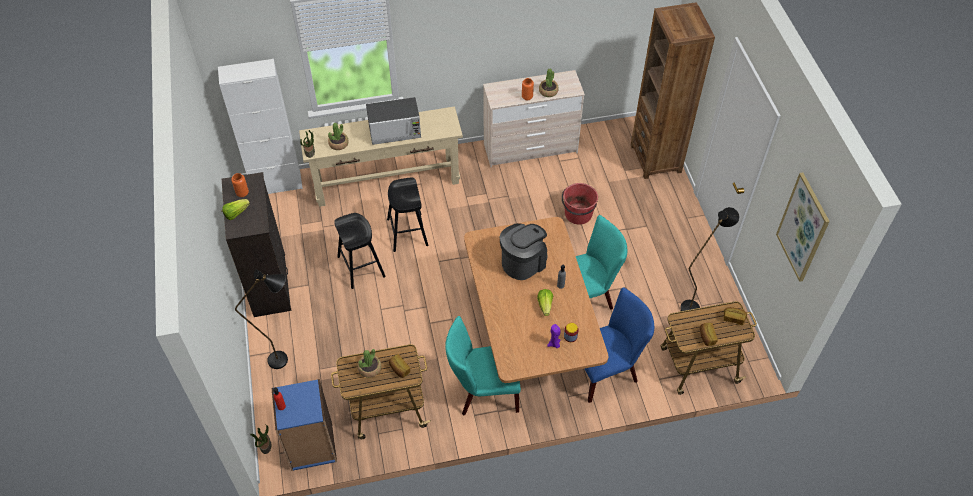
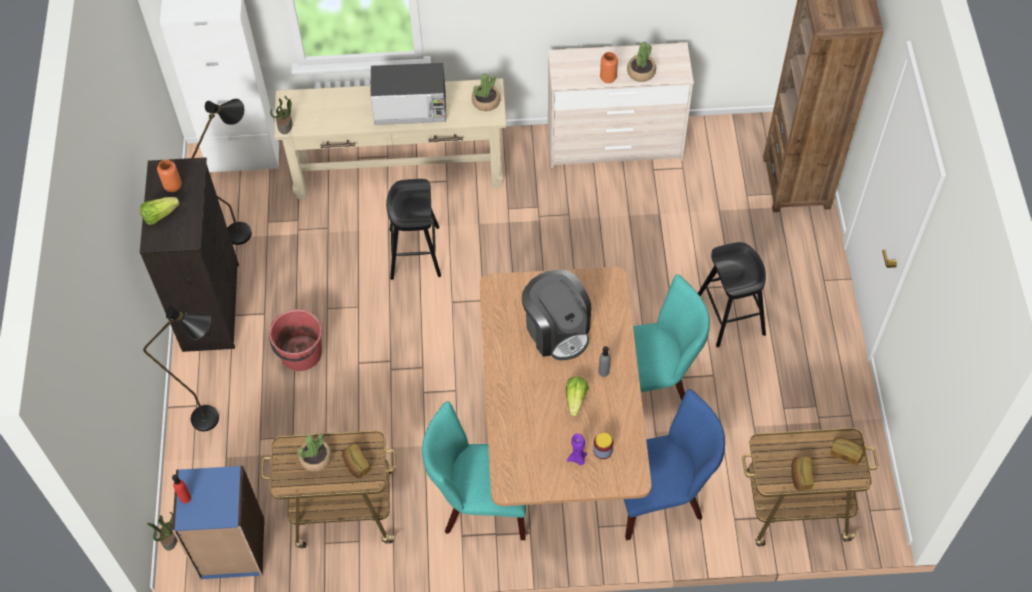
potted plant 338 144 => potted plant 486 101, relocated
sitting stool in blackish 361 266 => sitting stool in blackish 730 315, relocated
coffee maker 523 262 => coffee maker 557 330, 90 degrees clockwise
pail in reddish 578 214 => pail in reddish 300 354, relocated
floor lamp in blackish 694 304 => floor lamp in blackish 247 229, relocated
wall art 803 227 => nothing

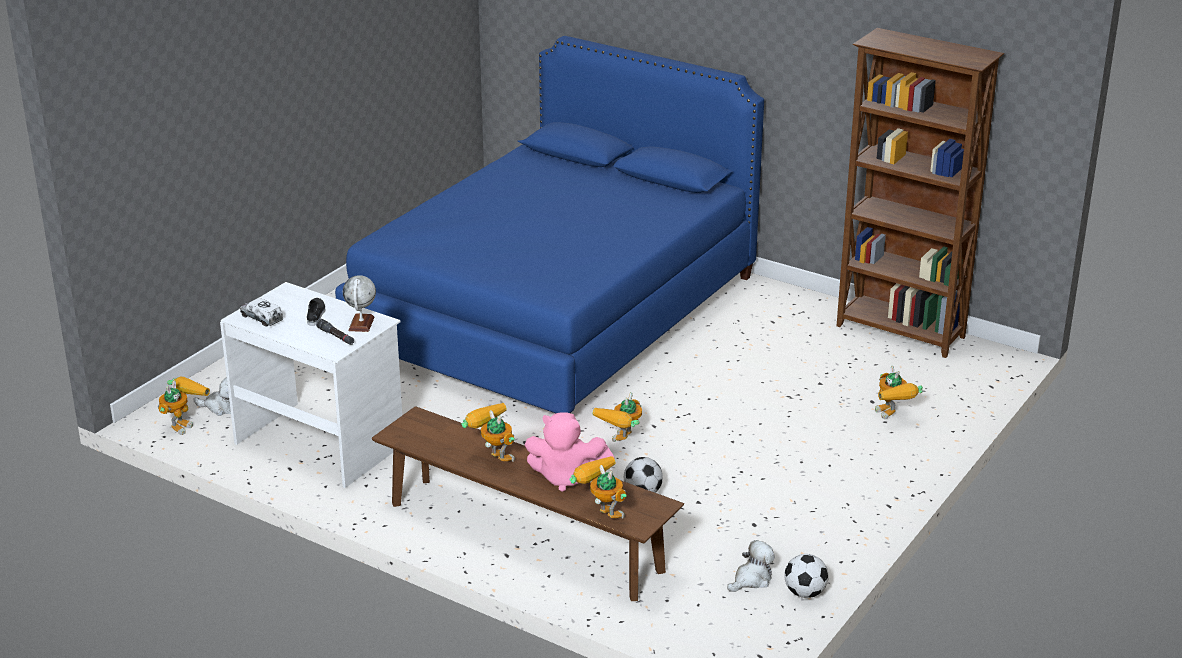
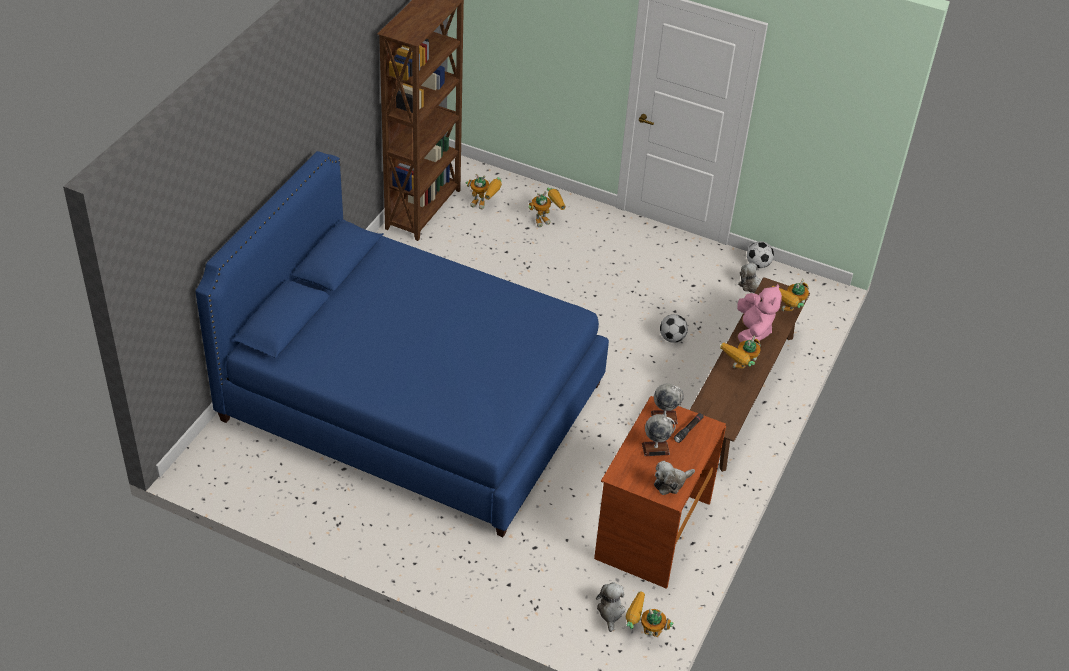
desk table in white 320 443 => desk table in brownish 651 529
model truck 261 318 => cuddly toy 671 483
low shoe in blackish 315 314 => globe 655 448
toy robot 622 443 => toy robot 484 205, relocated

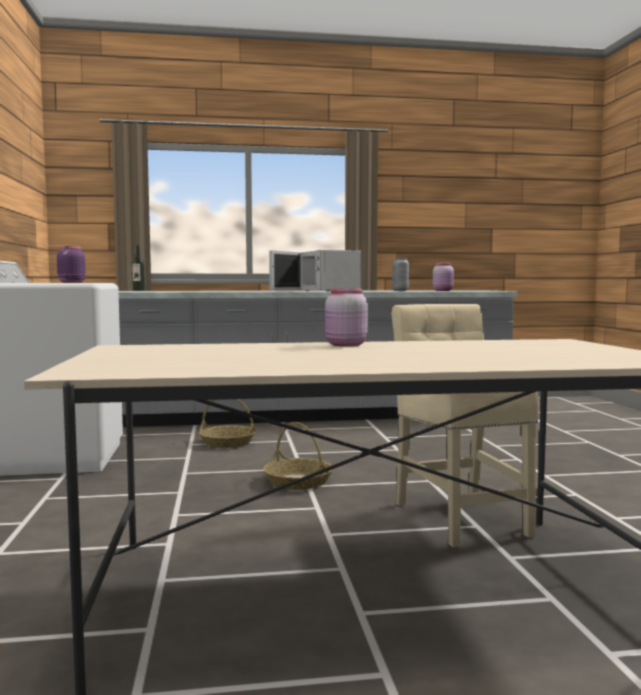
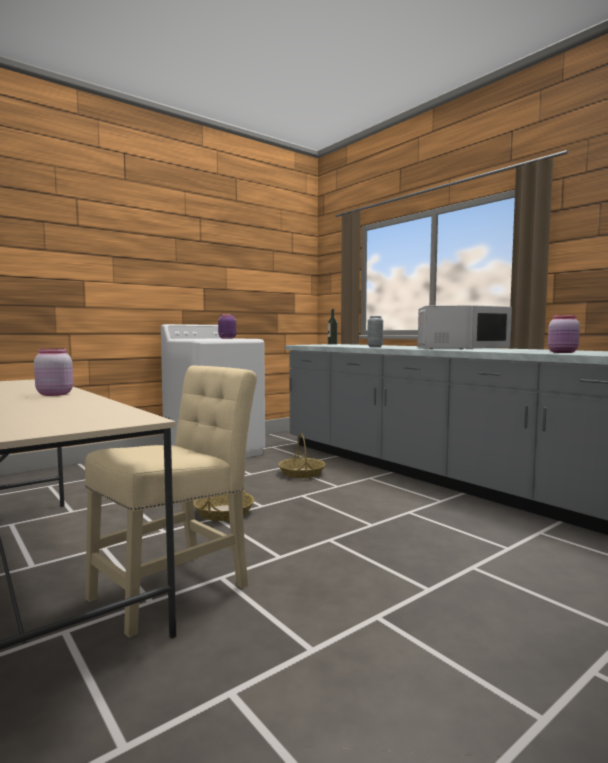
microwave in white 324 290 => microwave in white 446 348, 150 degrees clockwise
flower vase in grey 400 291 => flower vase in grey 375 347, relocated

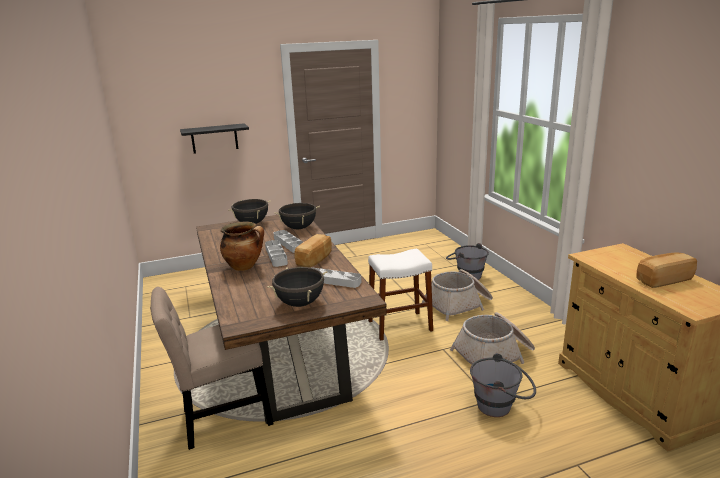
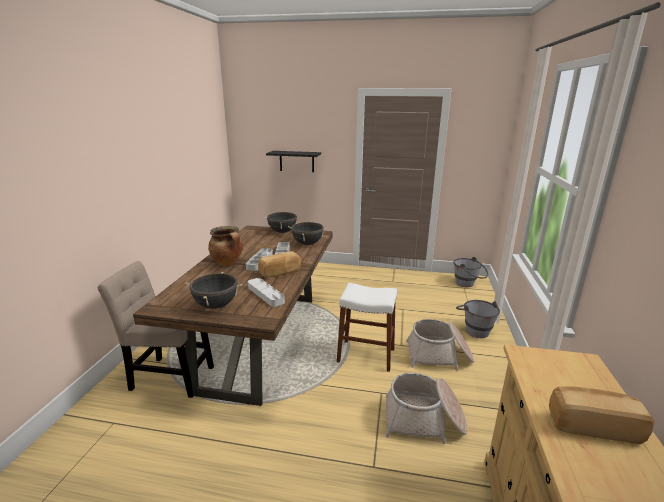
pail in grey 501 407 => pail in grey 468 284, relocated

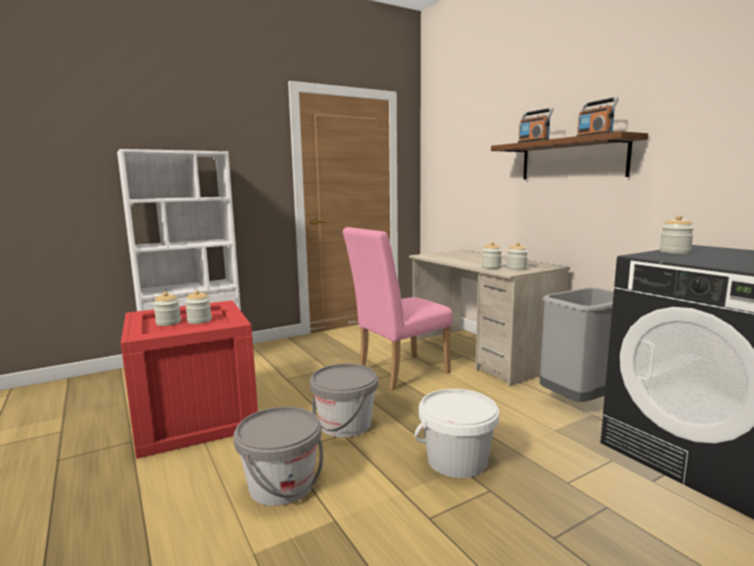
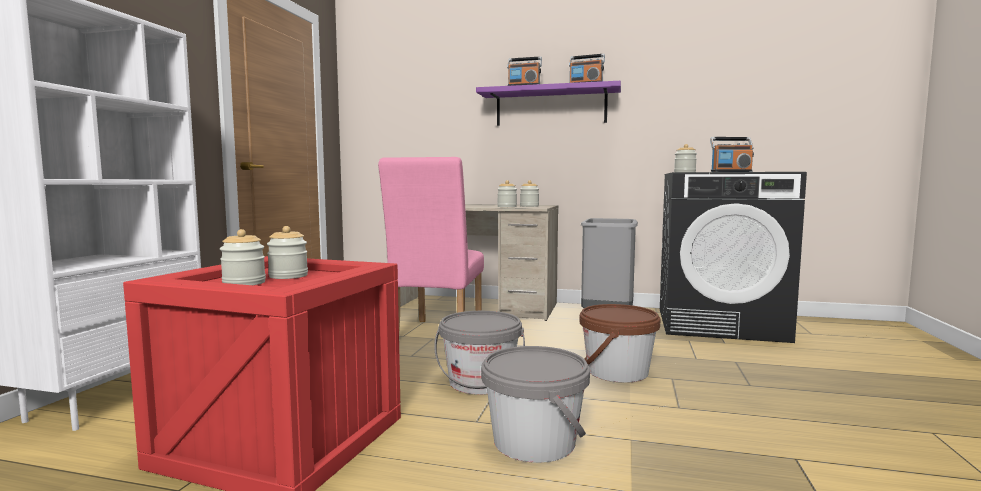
pail in white 457 460 => pail in brownish 617 371
shelf in brownish 572 159 => shelf in purple-coloured 550 107
nothing => radio 731 171

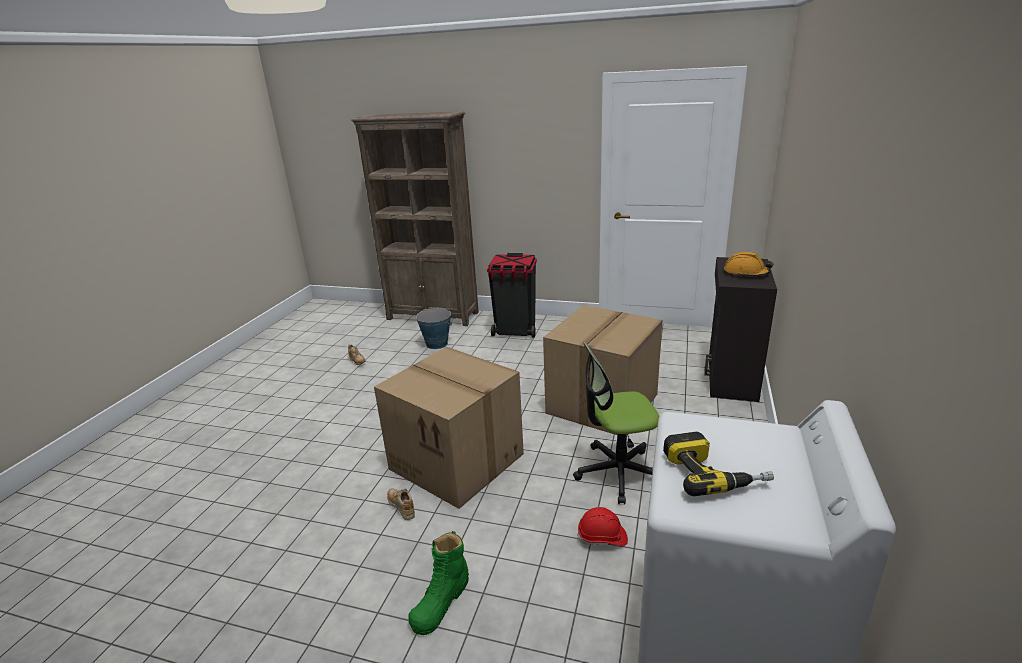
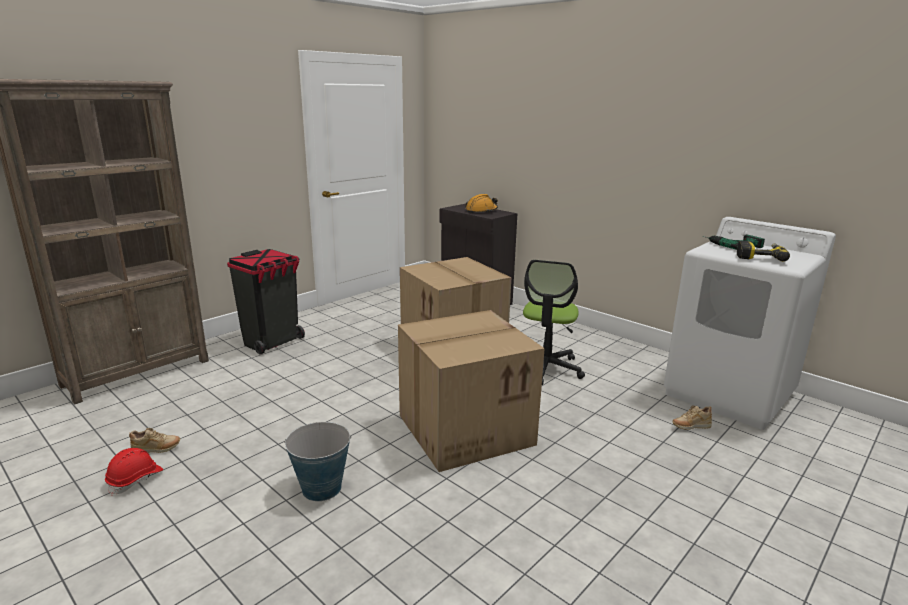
low shoe in beige-coloured 402 507 => low shoe in beige-coloured 690 427, relocated
boot in greenish 441 601 => nothing
pail 437 344 => pail 321 488, relocated
safety helmet in reddish 602 537 => safety helmet in reddish 135 479, relocated
nothing => power drill 730 244

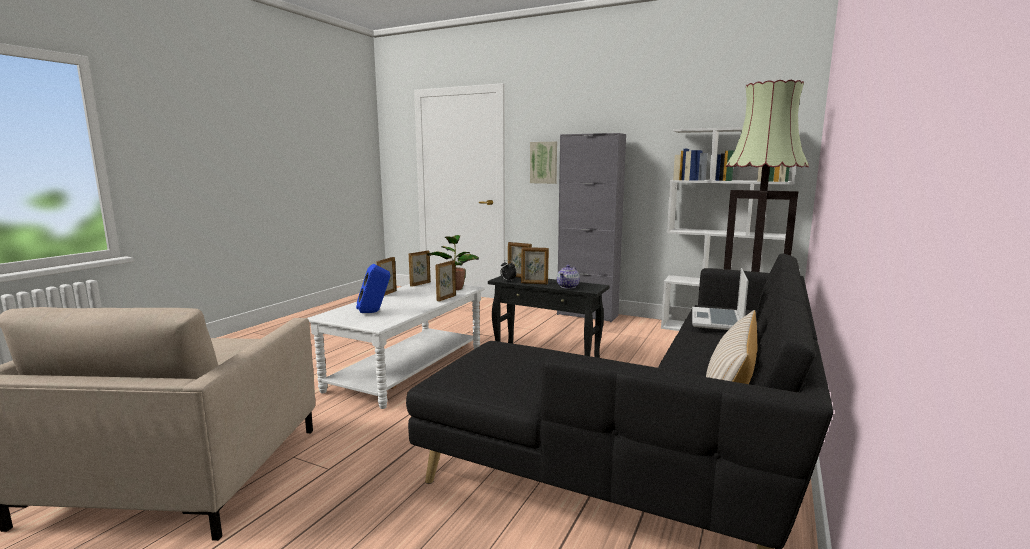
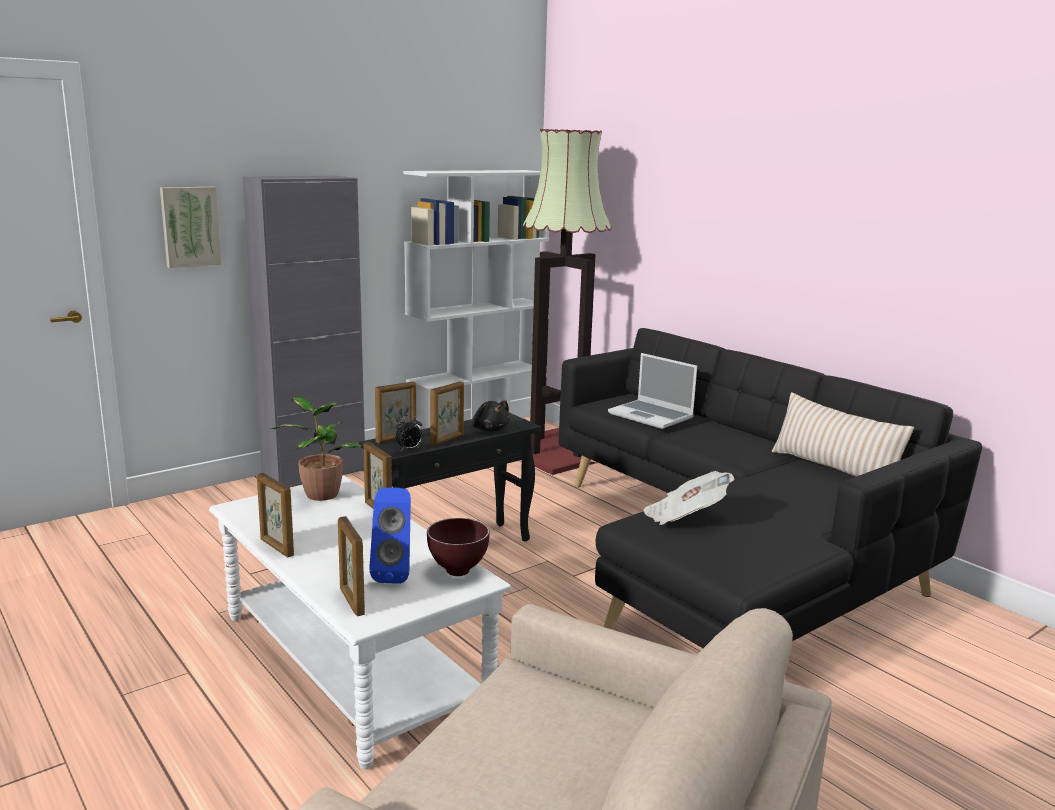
photo frame 420 284 => photo frame 351 602, relocated
tea pot 568 286 => cuddly toy in blackish 490 429
nothing => deep dish in brownish 457 571
nothing => newspaper 685 518

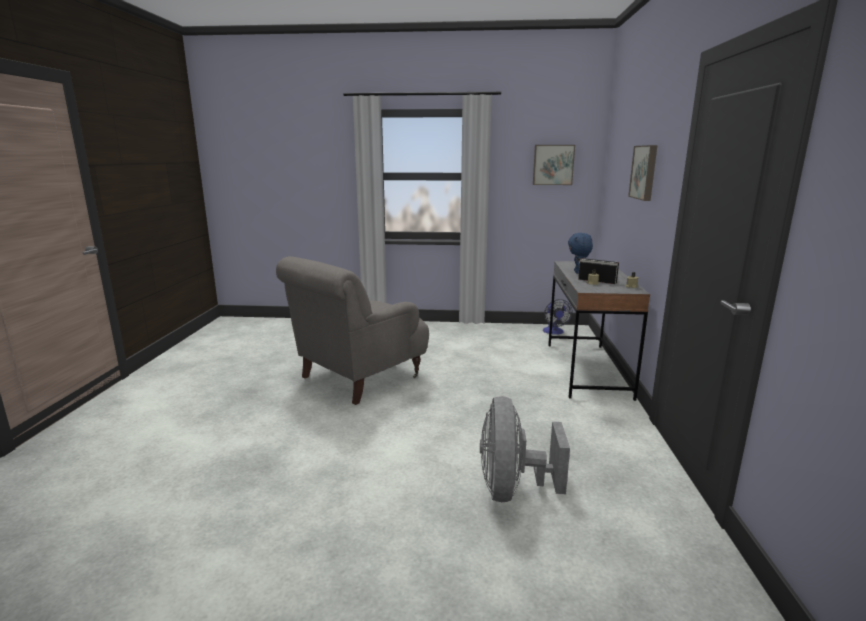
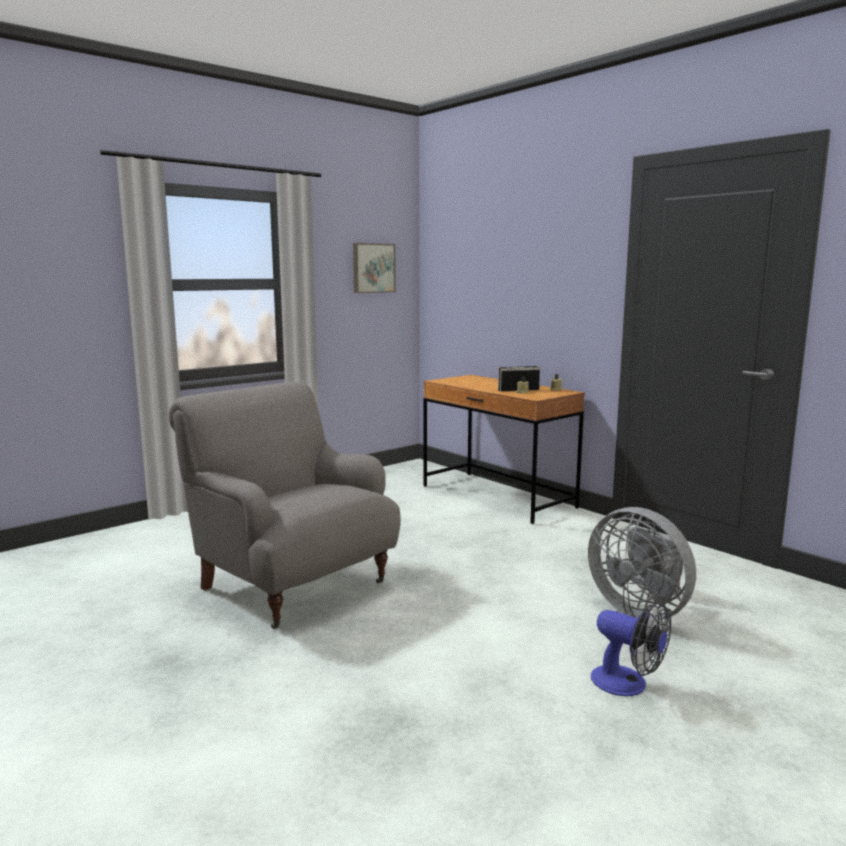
armchair in grey 358 378 => armchair in grey 291 584, 135 degrees clockwise
fan 554 332 => fan 628 684, relocated
desk table in grey 586 370 => desk table in brownish 497 496
cuddly toy in bluish 578 272 => nothing
wall art 645 172 => nothing

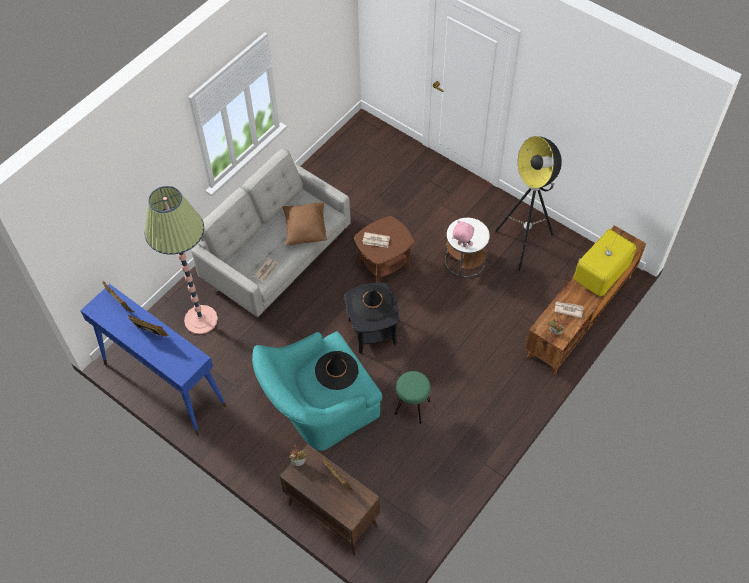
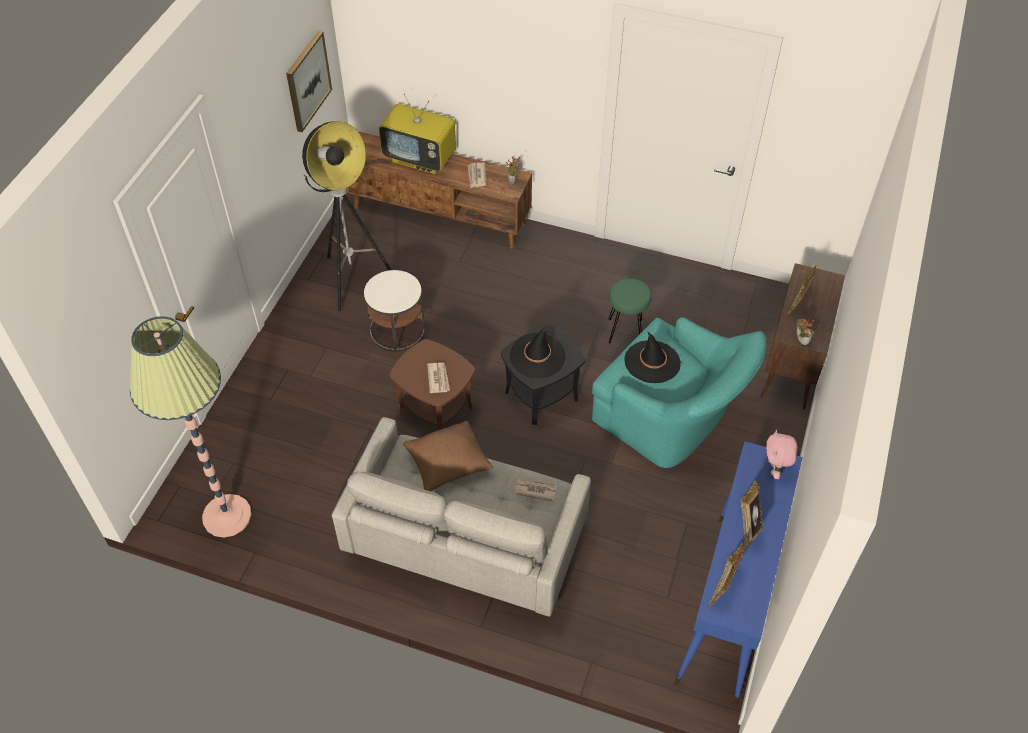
floor lamp 201 320 => floor lamp 227 516, relocated
cuddly toy in pink-coloured 461 245 => cuddly toy in pink-coloured 775 470, relocated
nothing => wall art 307 81

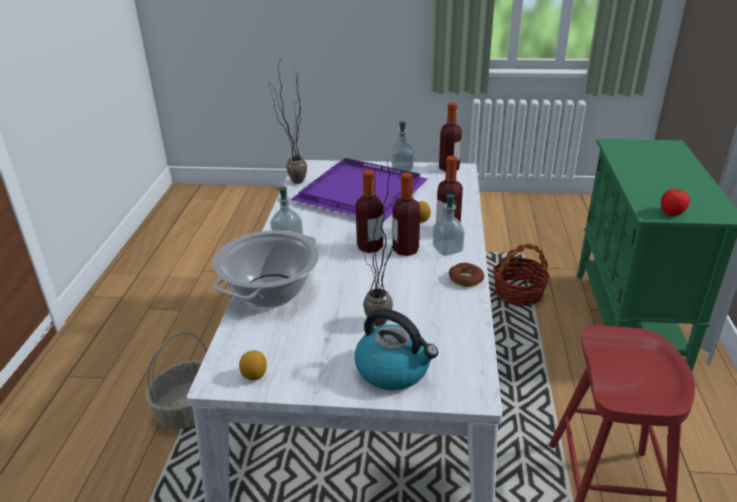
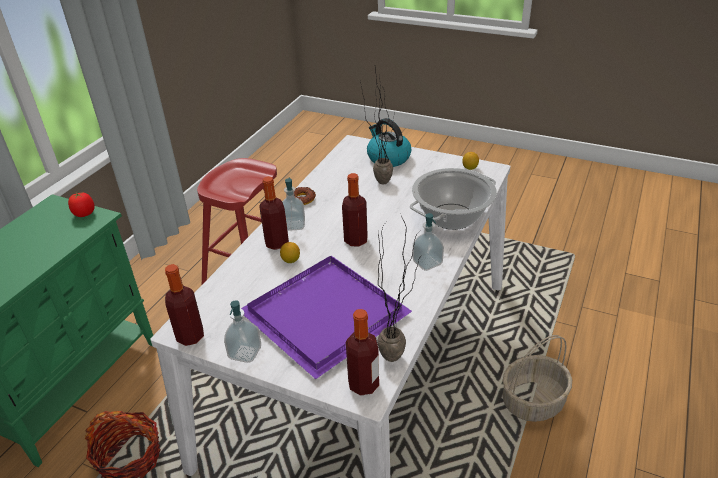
beverage bottle 405 250 => beverage bottle 363 384, relocated

